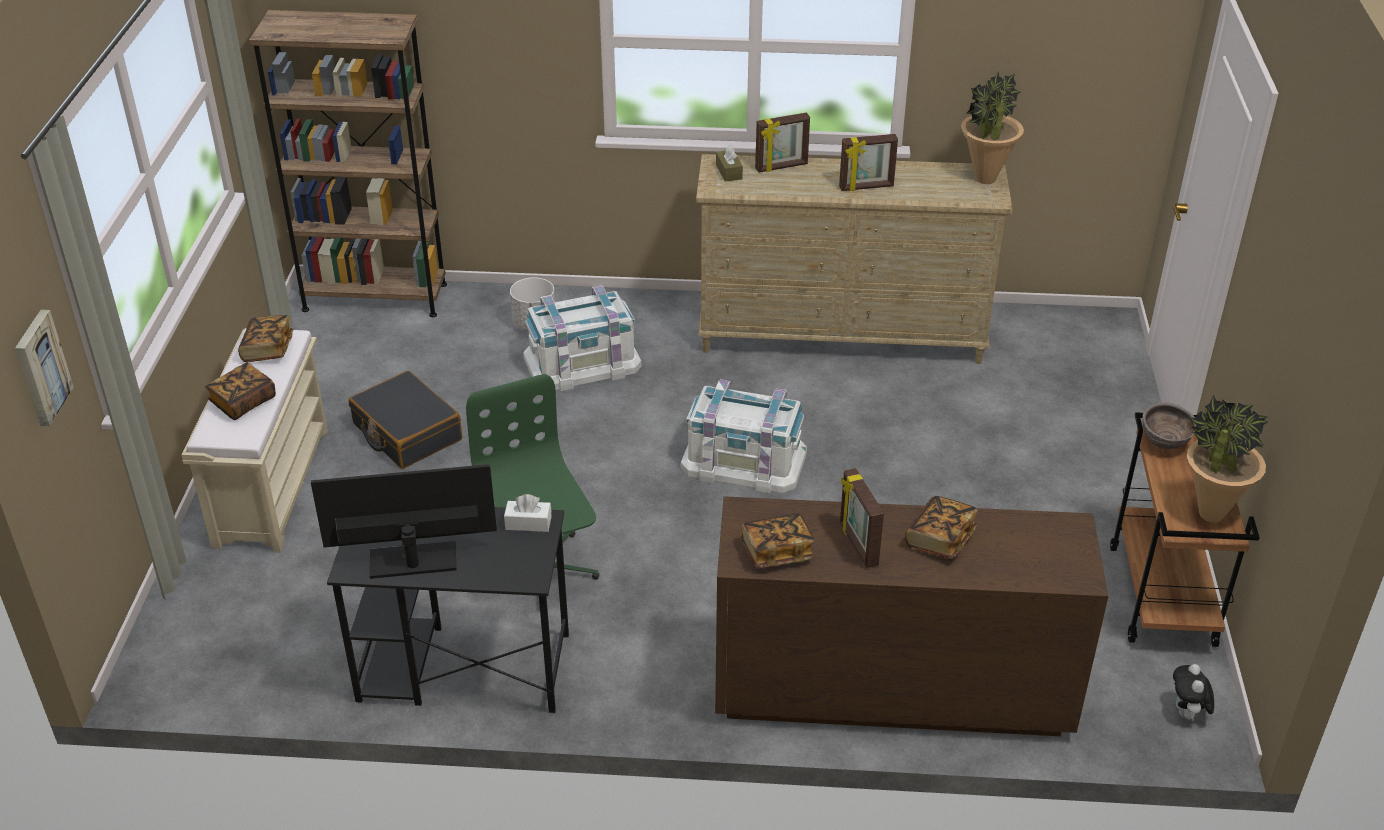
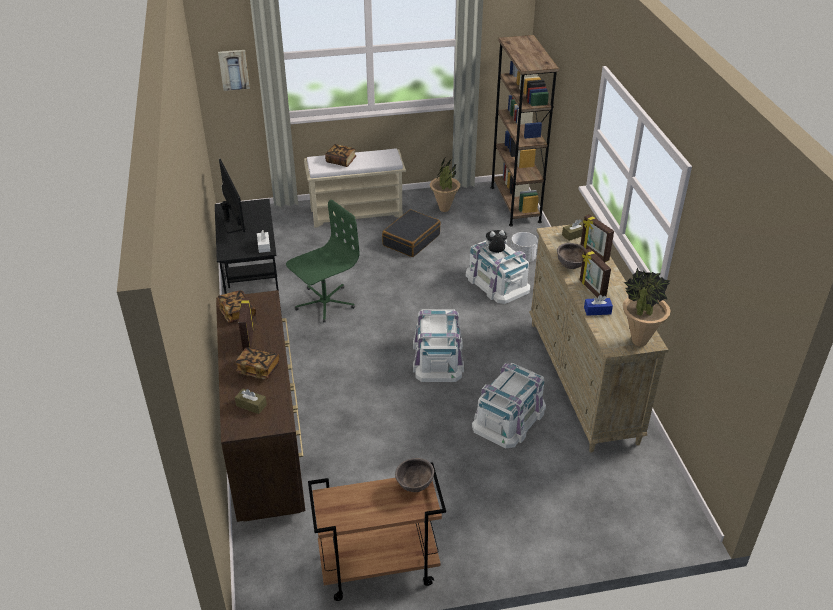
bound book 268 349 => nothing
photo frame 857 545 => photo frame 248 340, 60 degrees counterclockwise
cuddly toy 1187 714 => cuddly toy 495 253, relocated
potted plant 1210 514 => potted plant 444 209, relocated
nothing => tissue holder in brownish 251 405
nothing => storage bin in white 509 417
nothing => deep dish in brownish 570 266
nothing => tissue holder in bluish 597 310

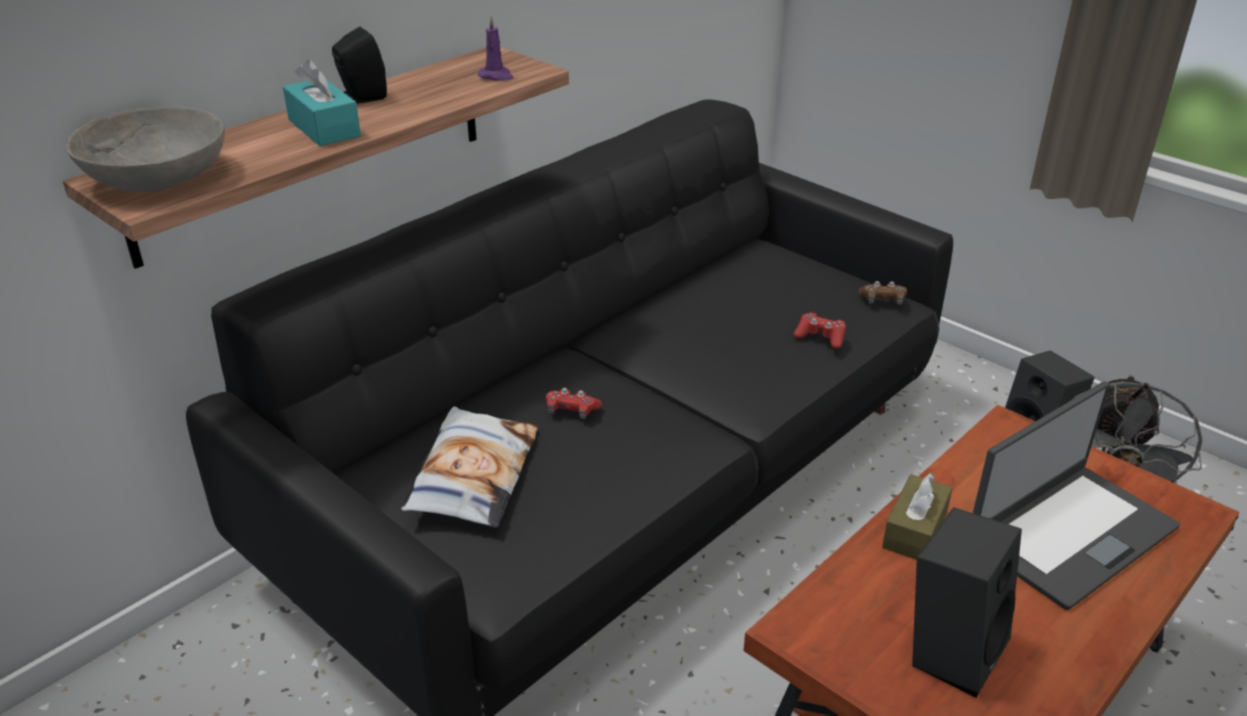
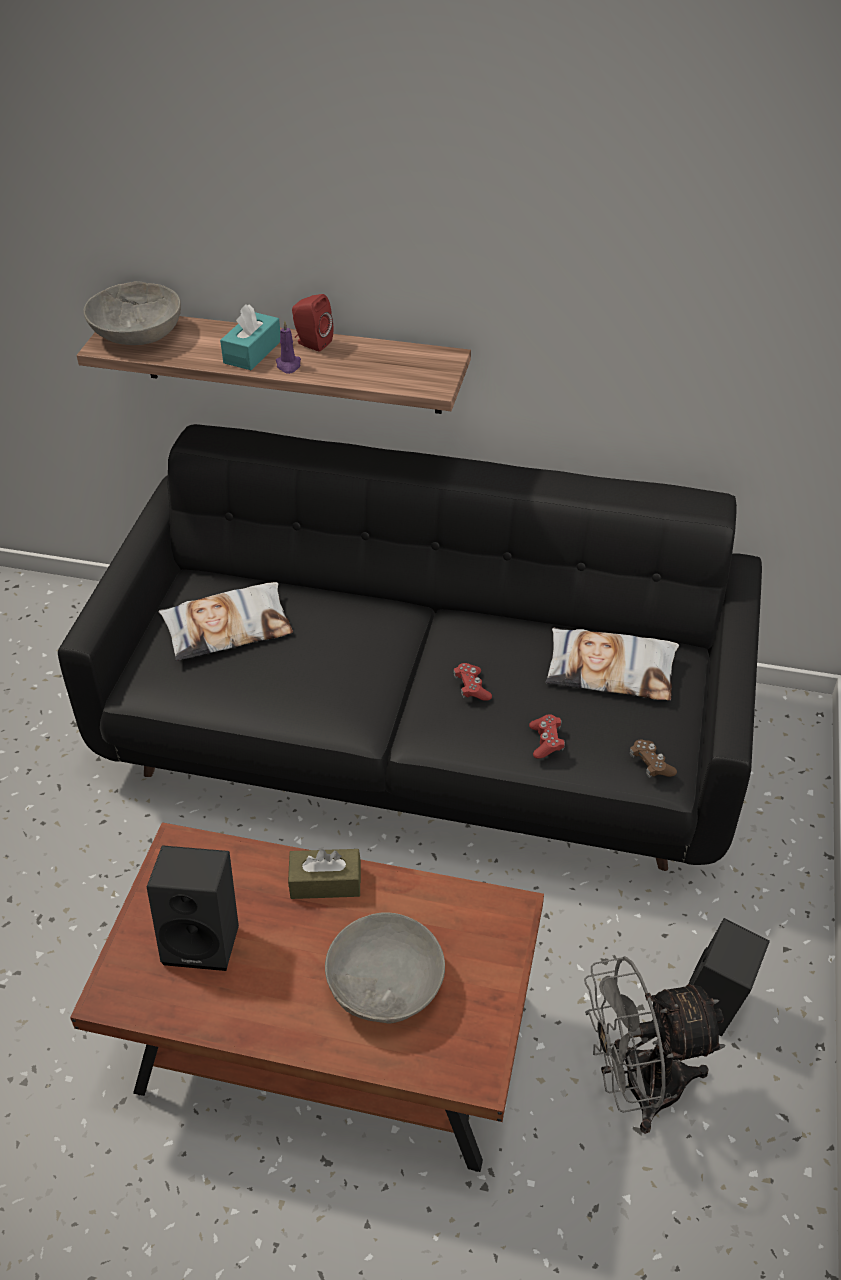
audio speaker in blackish 360 99 => audio speaker in reddish 311 343
wax light in purple-coloured 496 76 => wax light in purple-coloured 288 365, relocated
joypad in reddish 572 411 => joypad in reddish 471 687, relocated
portable computer 1069 533 => deep dish in grey 386 985
nothing => cushion 610 670

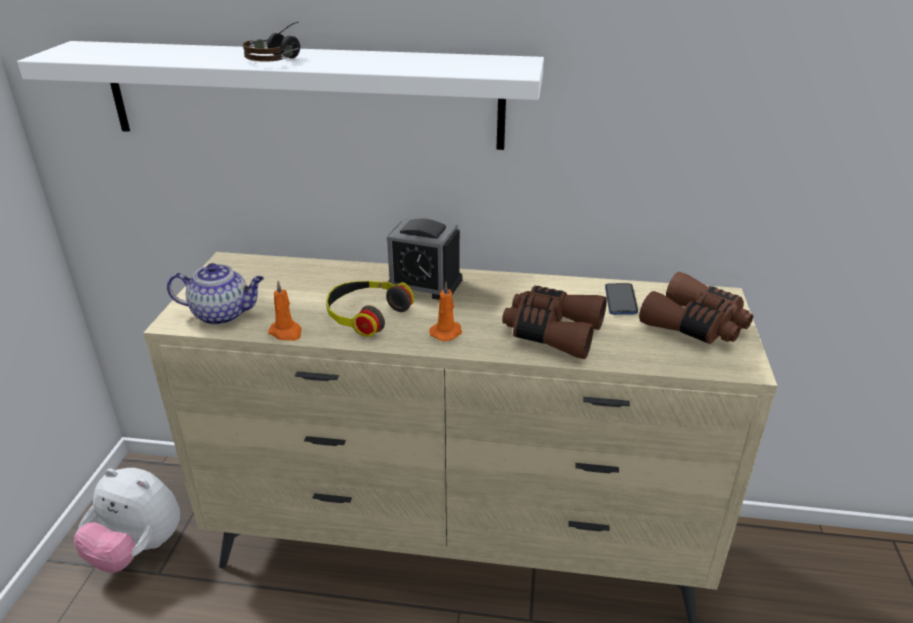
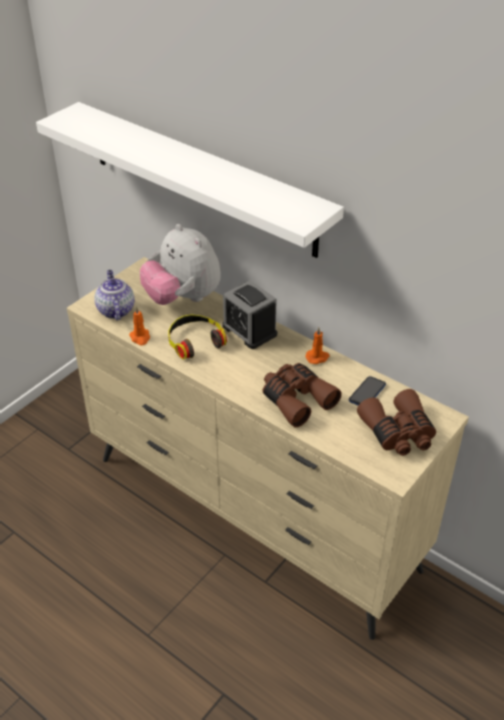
cuddly toy 138 550 => cuddly toy 183 298, relocated
tea pot 223 314 => tea pot 115 310, 135 degrees counterclockwise
pair of headphones 281 56 => nothing
wax light in orange 447 332 => wax light in orange 317 357, relocated

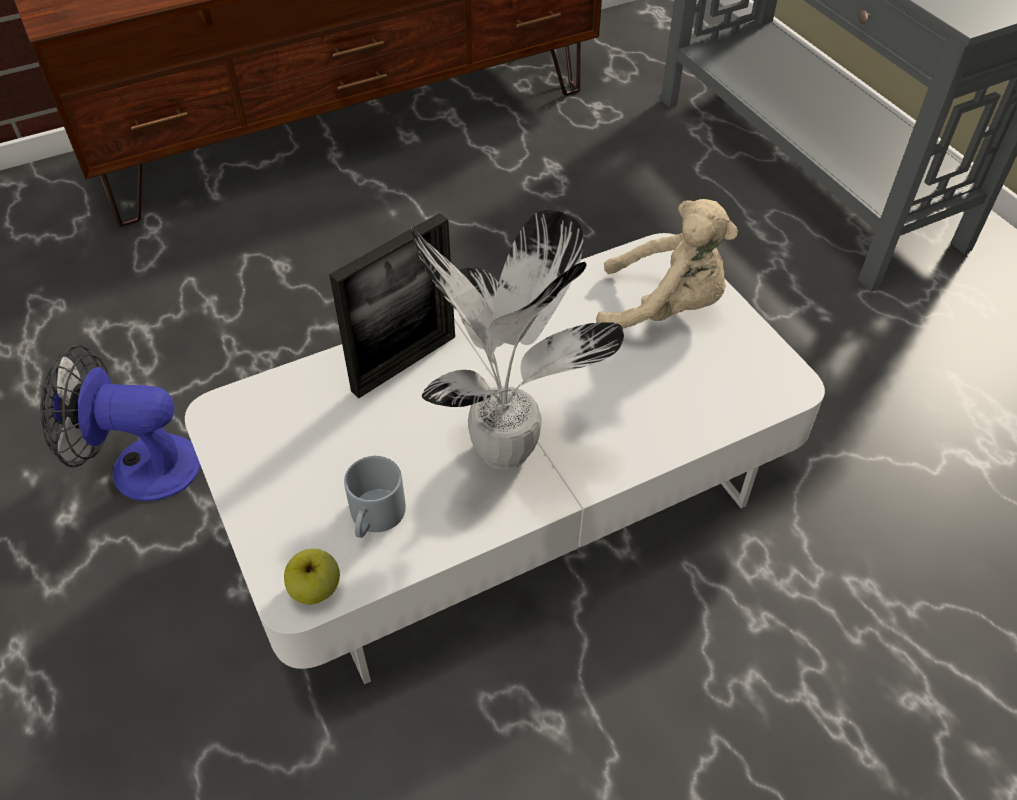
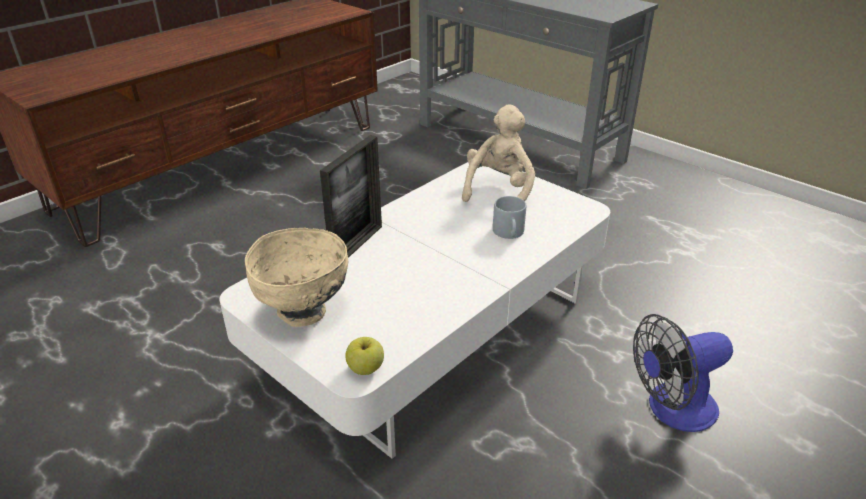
fan 140 467 => fan 671 409, relocated
mug in grey 375 518 => mug in grey 510 233, relocated
potted plant 507 455 => nothing
cuddly toy in beige-coloured 664 308 => cuddly toy in beige-coloured 499 190, 60 degrees counterclockwise
nothing => deep dish in beige-coloured 303 312

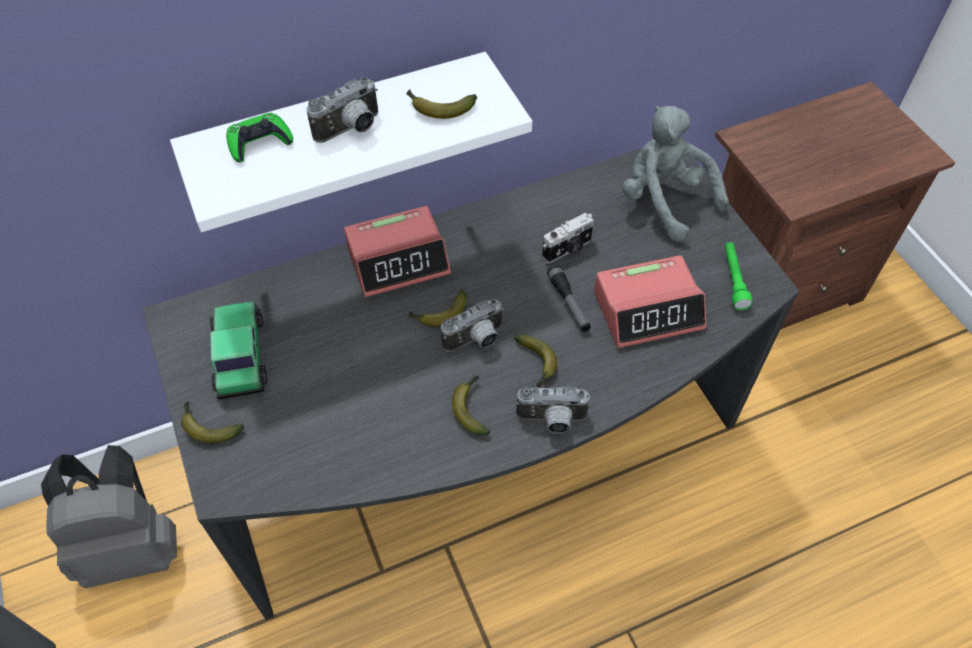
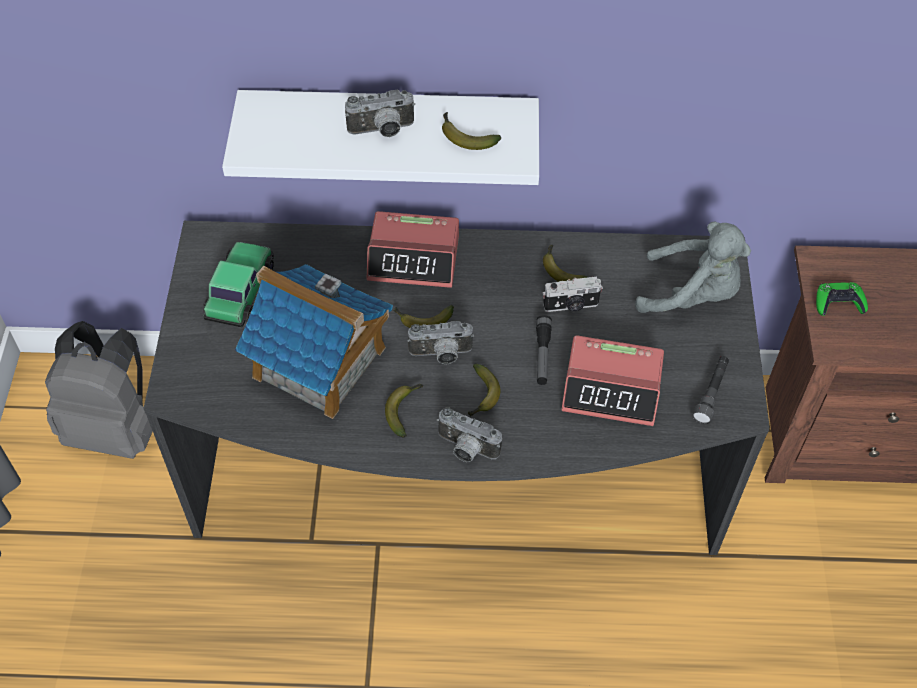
whole banana 208 426 => whole banana 561 270, relocated
joypad in greenish 259 142 => joypad in greenish 838 303, relocated
cuddly toy in grey 664 201 => cuddly toy in grey 692 294, 120 degrees clockwise
torch in greenish 733 280 => torch in grey 711 393
nothing => miniature house 320 363

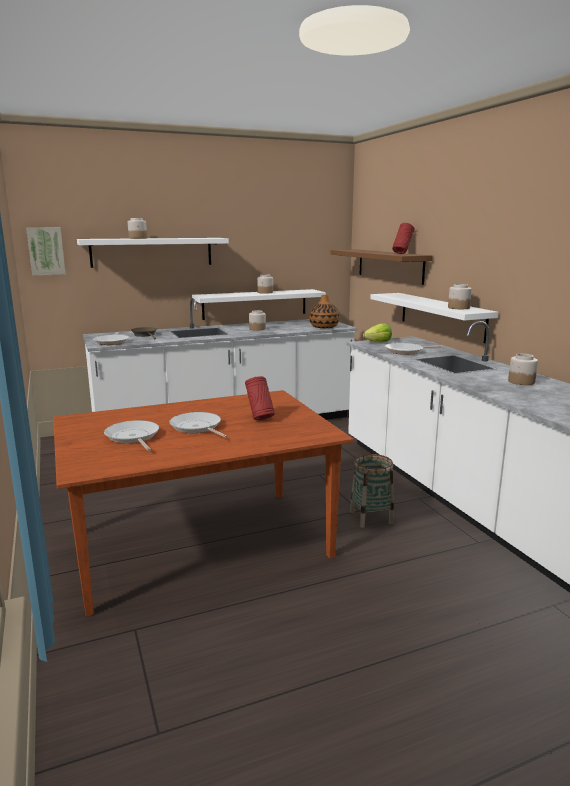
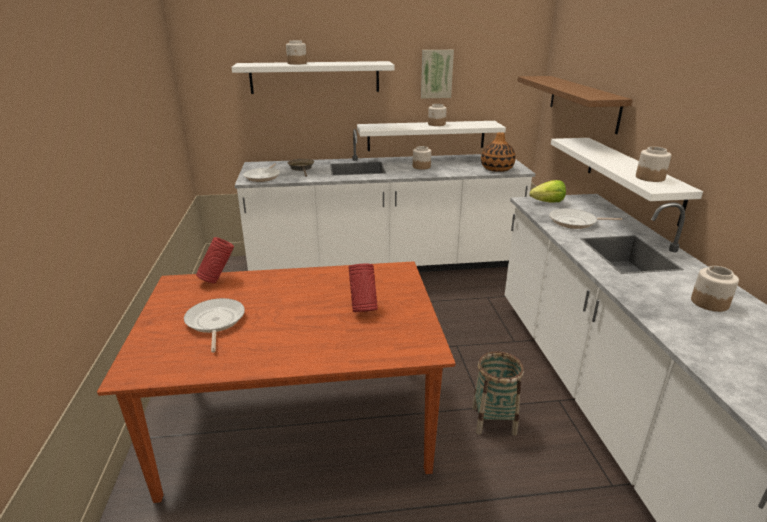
wall art 46 251 => wall art 436 74, relocated
pan 197 427 => nothing
flower vase in reddish 402 253 => flower vase in reddish 218 280, relocated

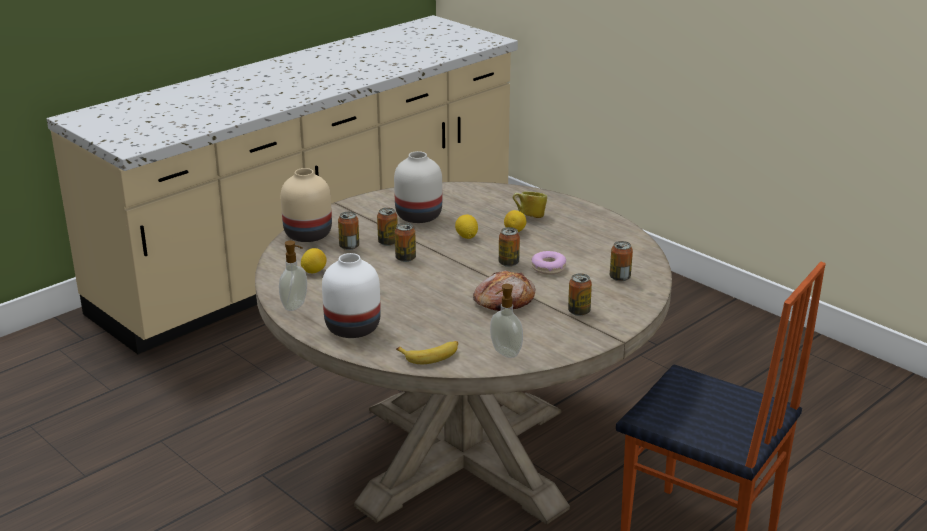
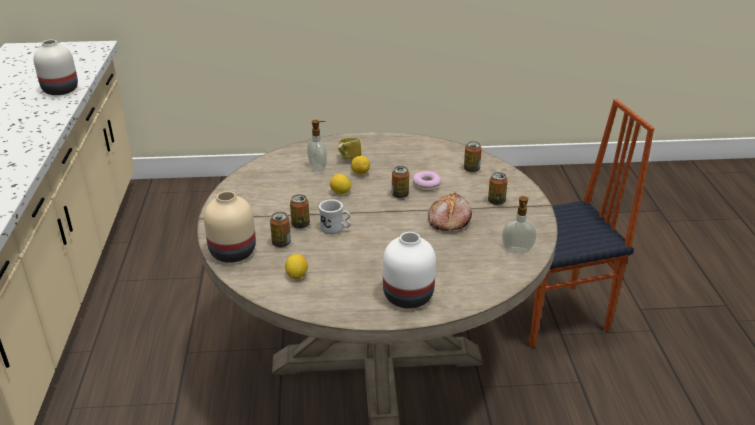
soap dispenser 295 306 => soap dispenser 318 168, relocated
flower vase in white 419 216 => flower vase in white 61 90, relocated
sealed can 405 258 => mug in white 335 229
whole banana 430 355 => nothing

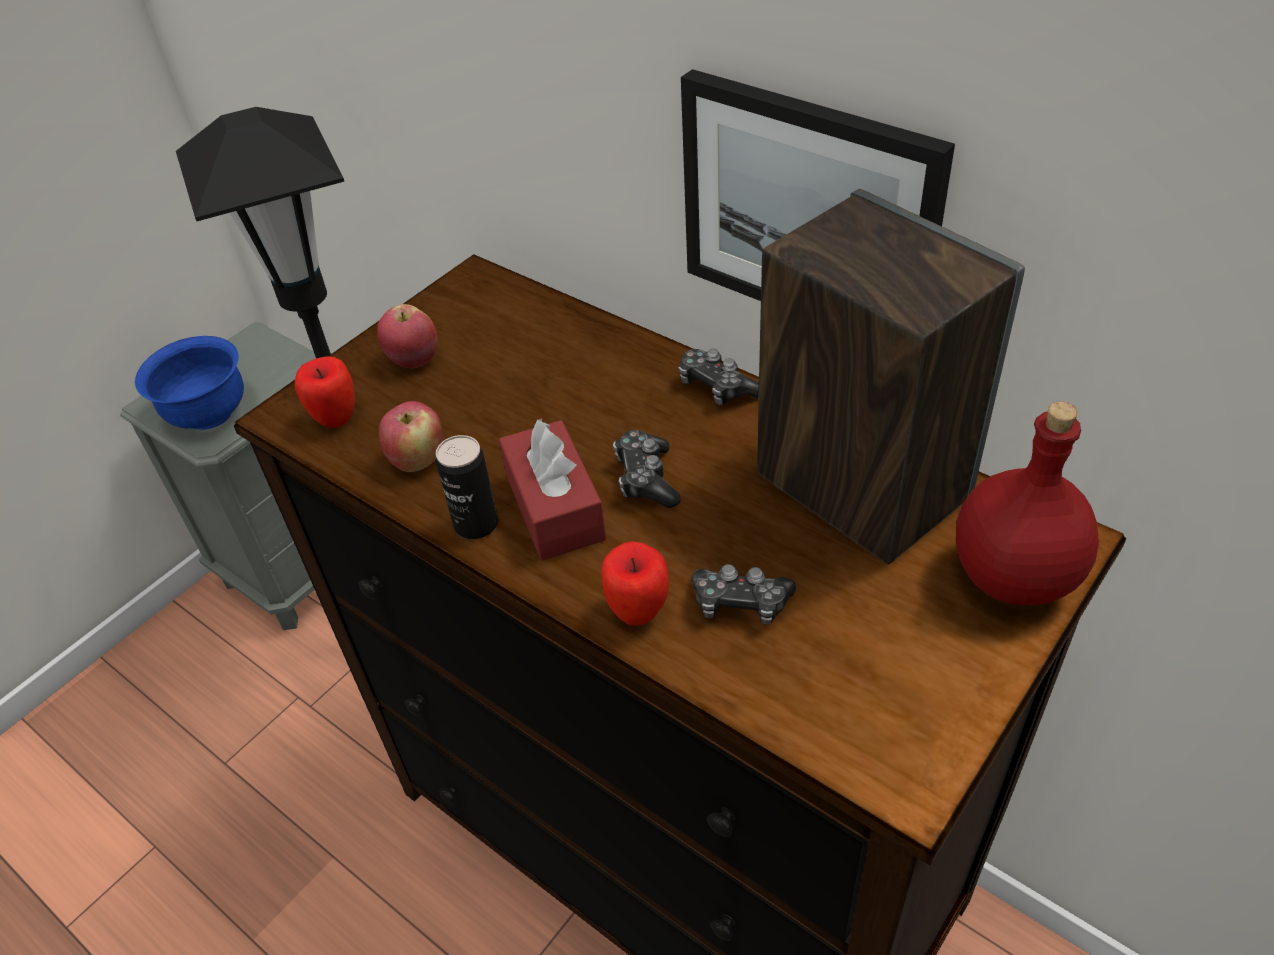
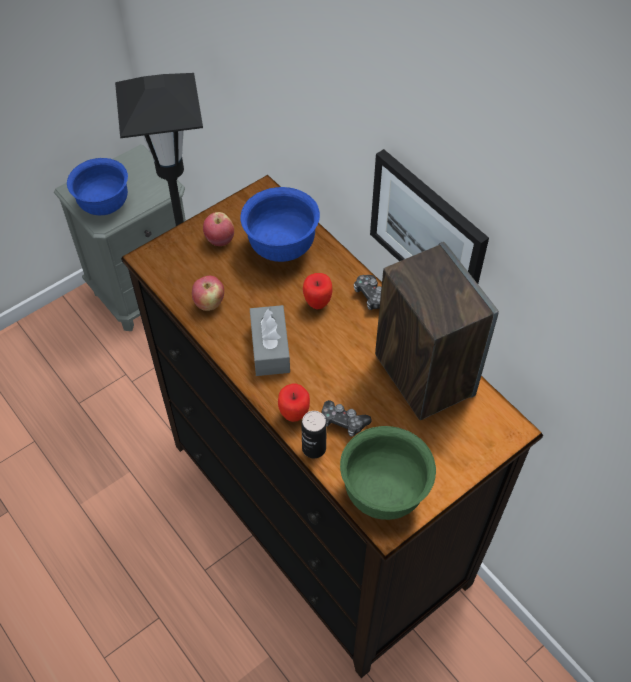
apple fruit 336 418 => apple fruit 317 303, relocated
sealed can 476 524 => sealed can 314 448, relocated
tissue holder in reddish 555 507 => tissue holder in grey 270 348
joypad 646 478 => nothing
beverage bottle in reddish 1013 578 => nothing
nothing => deep dish in bluish 281 247
nothing => deep dish in greenish 384 492

